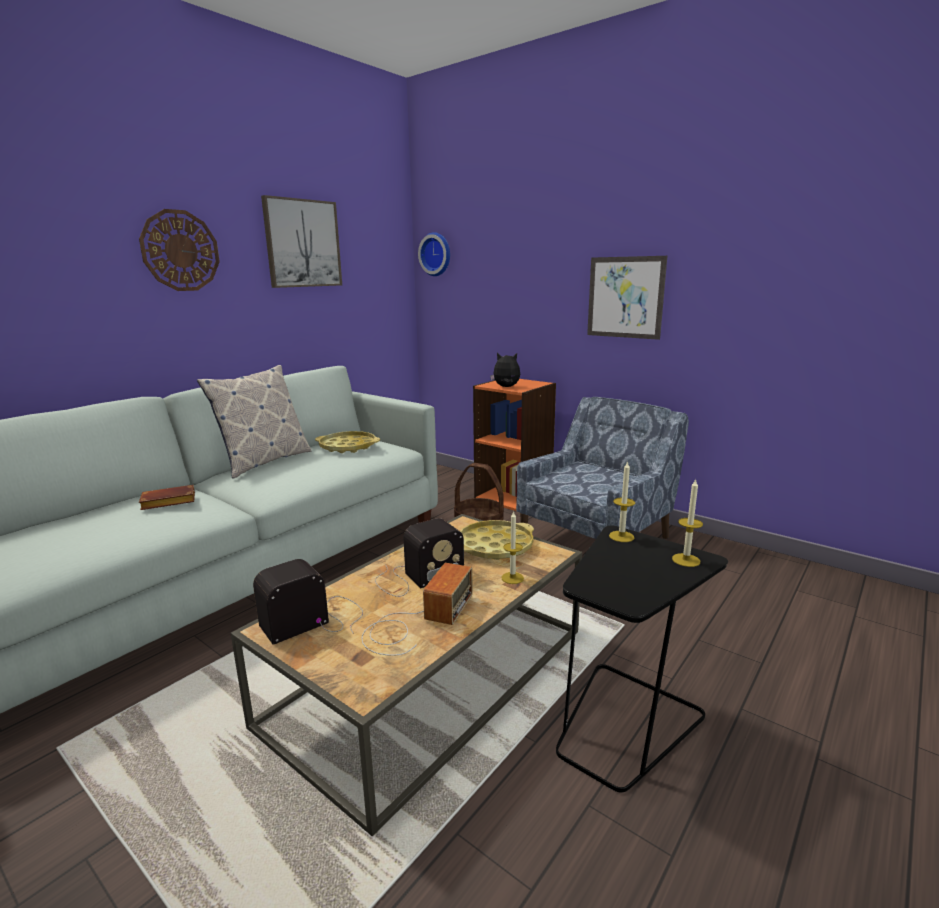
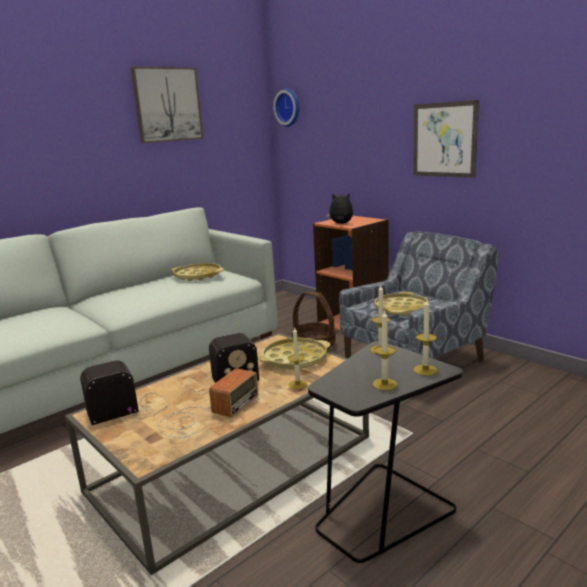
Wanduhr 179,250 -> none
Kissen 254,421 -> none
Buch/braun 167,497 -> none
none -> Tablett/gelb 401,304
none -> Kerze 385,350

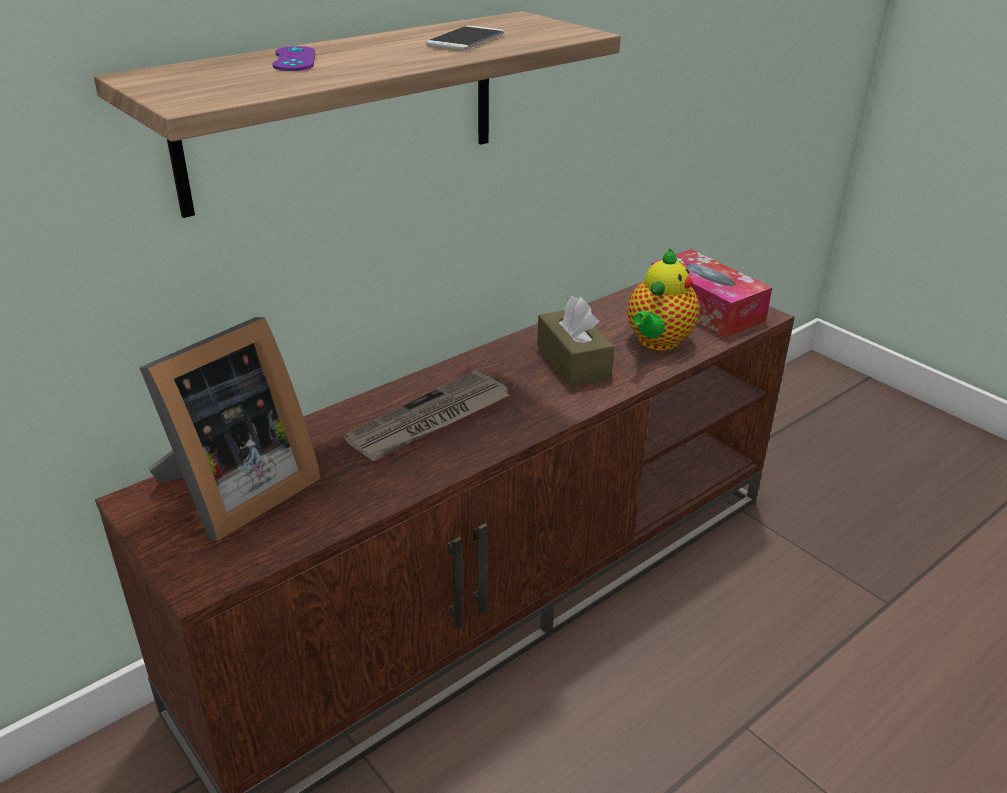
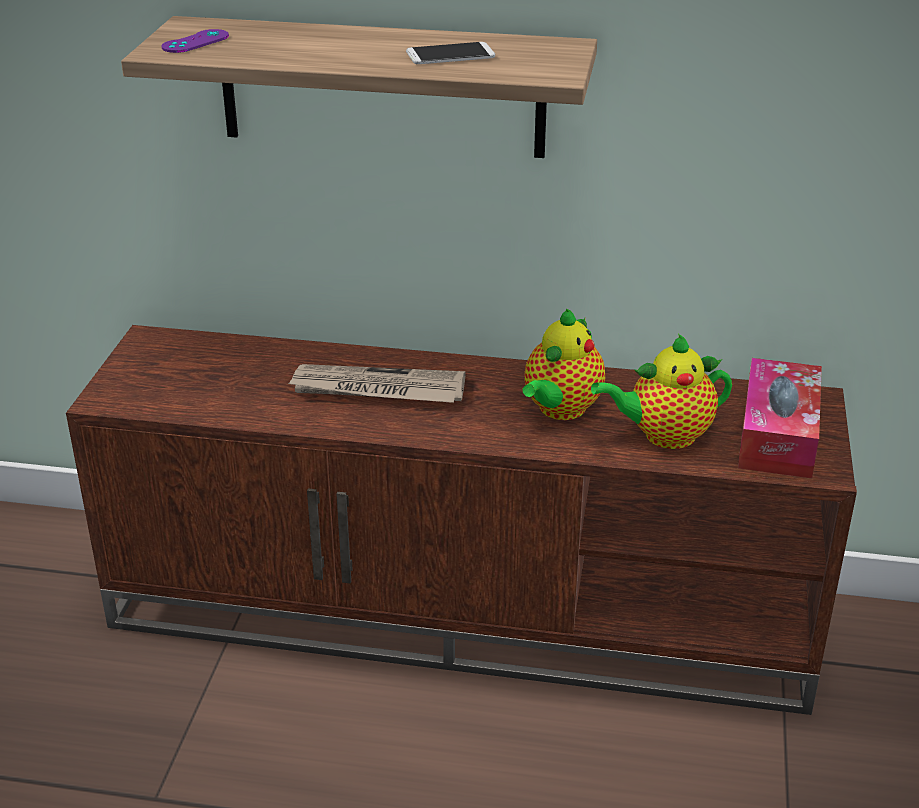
Gamepad/lila 294,58 -> Gamepad/lila 195,41, moved
Taschentuchbox/braun 575,341 -> Teekanne 563,364
Bilderrahmen 230,429 -> none

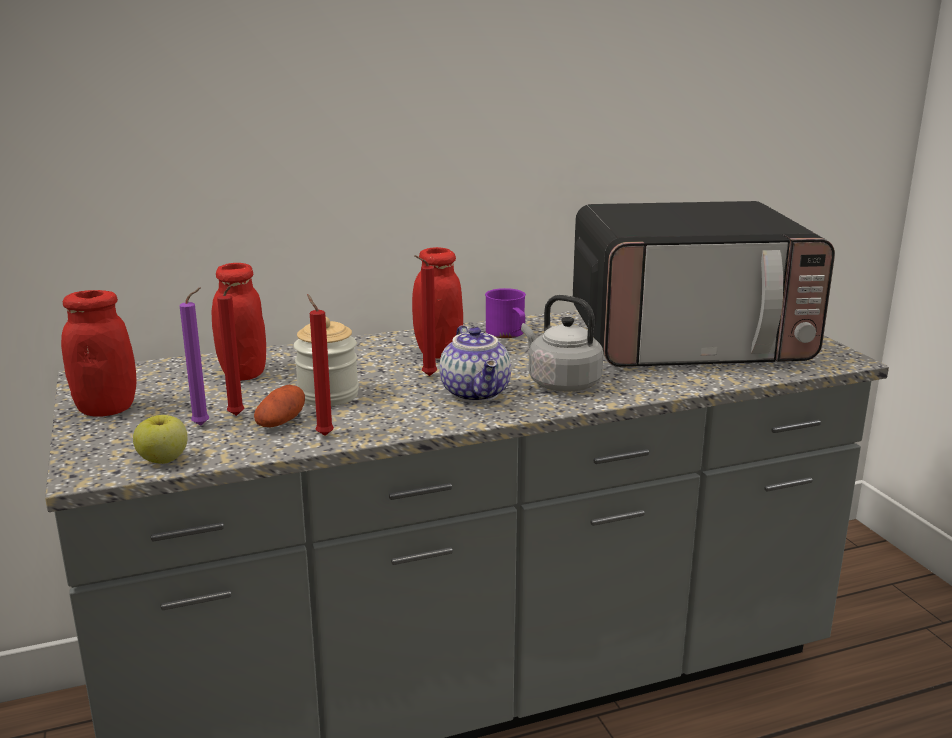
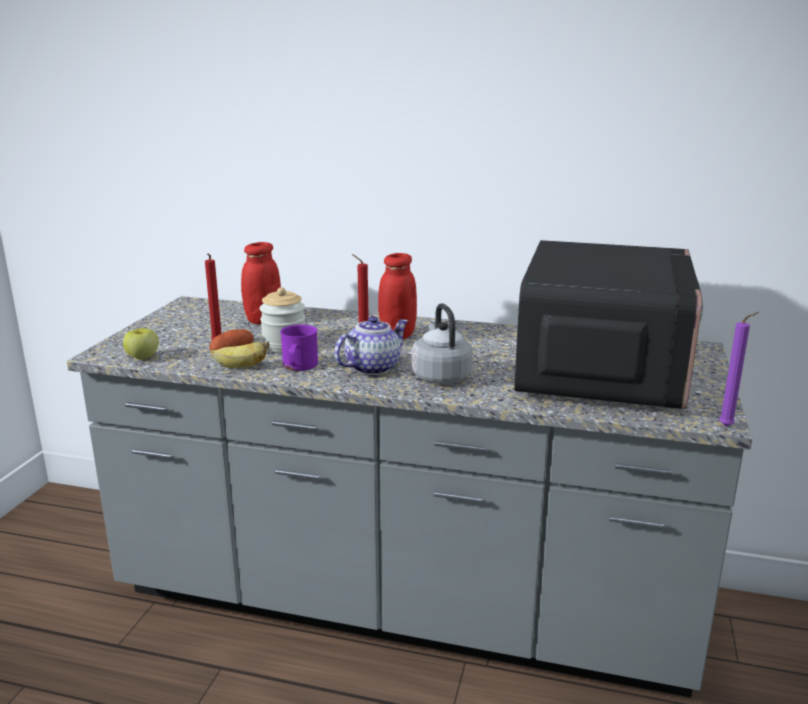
Mikrowelle 704,284 -> Mikrowelle 608,324, 105 degrees counterclockwise
Kerze/lila 194,356 -> Kerze/lila 739,369, moved
Henkelbecher/lila 505,313 -> Henkelbecher/lila 299,347, moved
Vorratsglas/rot 99,353 -> none
Kerze/rot 320,365 -> Banane 240,354
Teekanne 475,363 -> Teekanne 371,345, 150 degrees counterclockwise

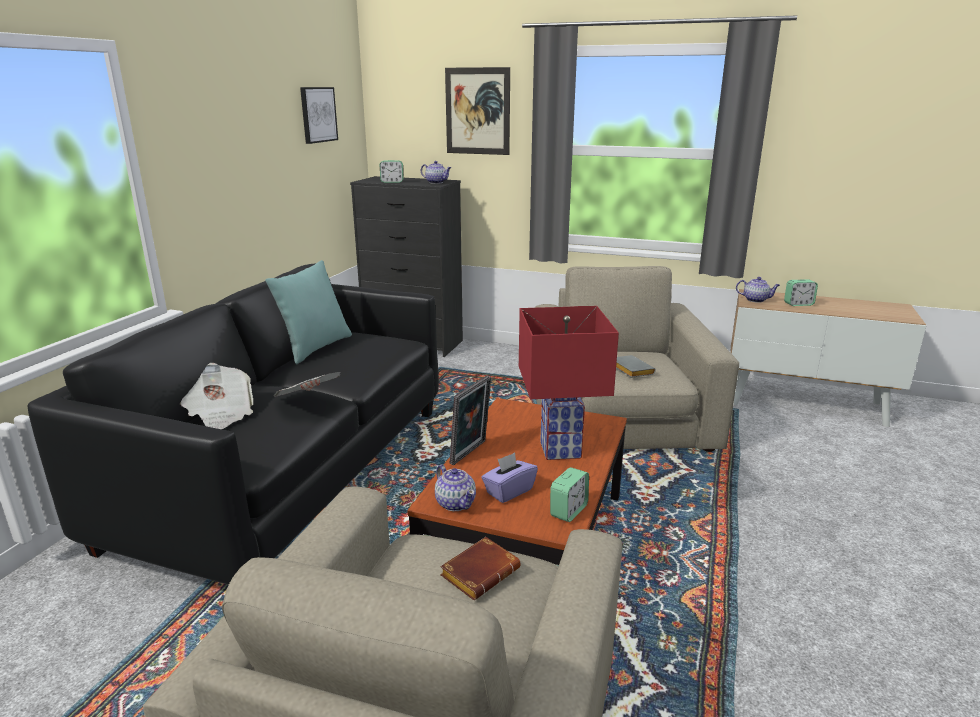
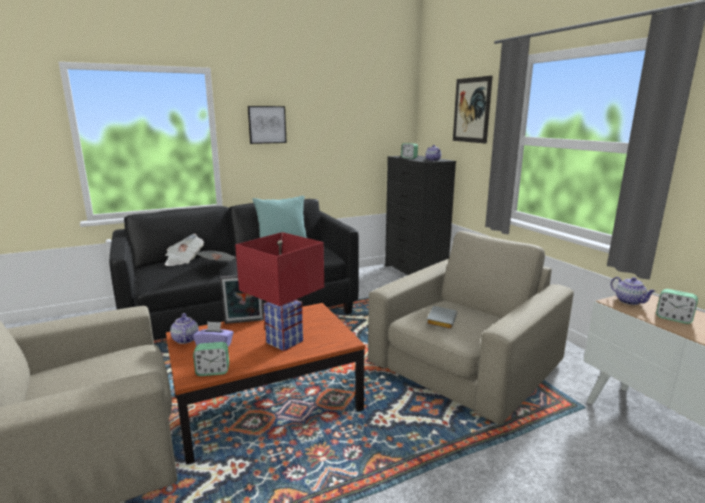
Bild 319,115 -> Bild 267,125, moved
Teekanne 455,487 -> Teekanne 184,328, 150 degrees clockwise
Buch/braun 480,568 -> none

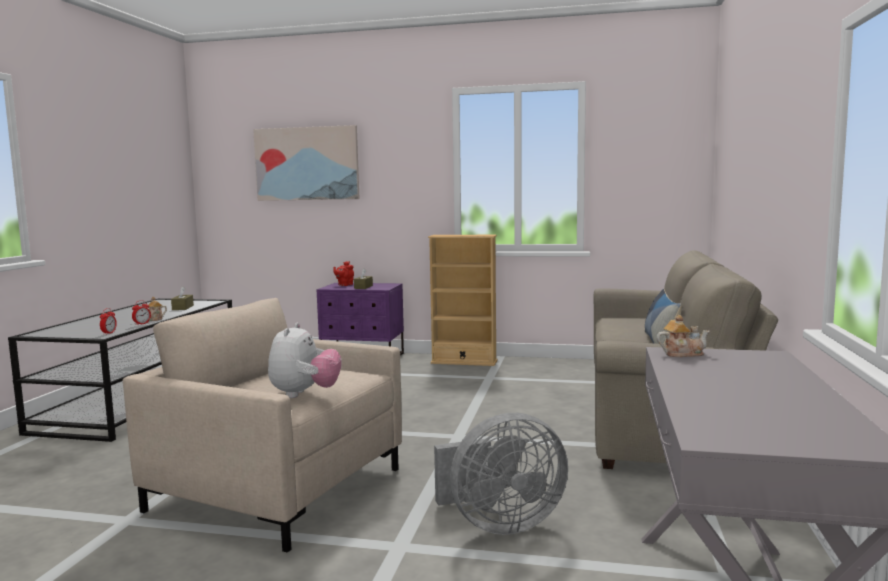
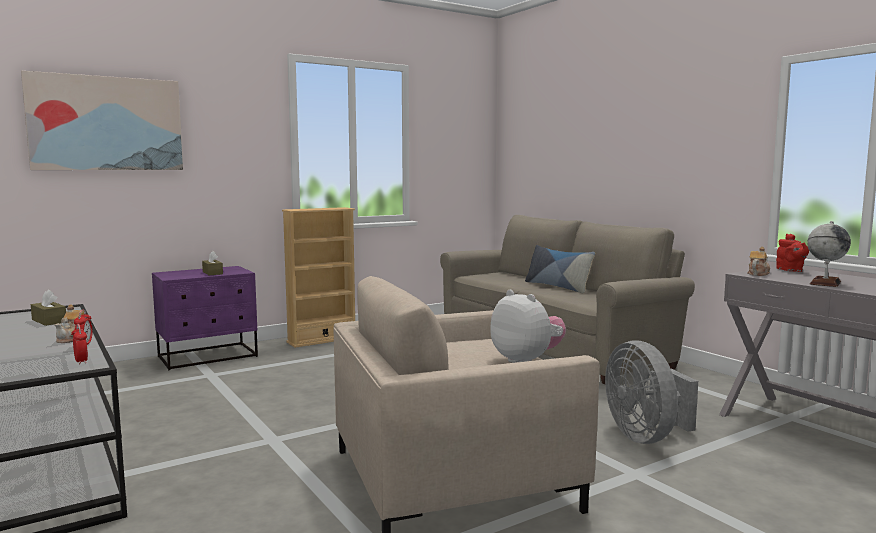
Teekanne/rot 343,273 -> Teekanne/rot 792,253, moved
Ventilator/grau 501,474 -> Ventilator/grau 651,392, 135 degrees clockwise
none -> Globus 829,254

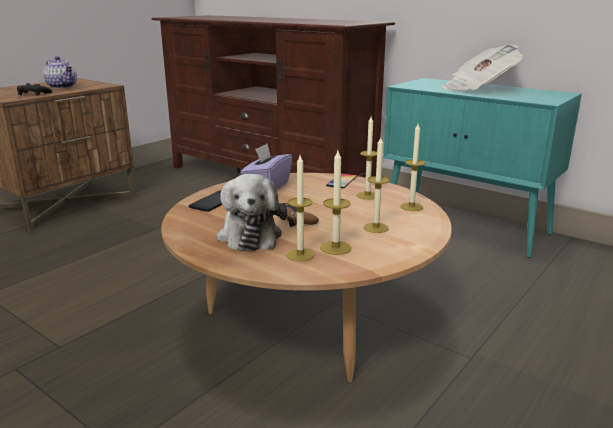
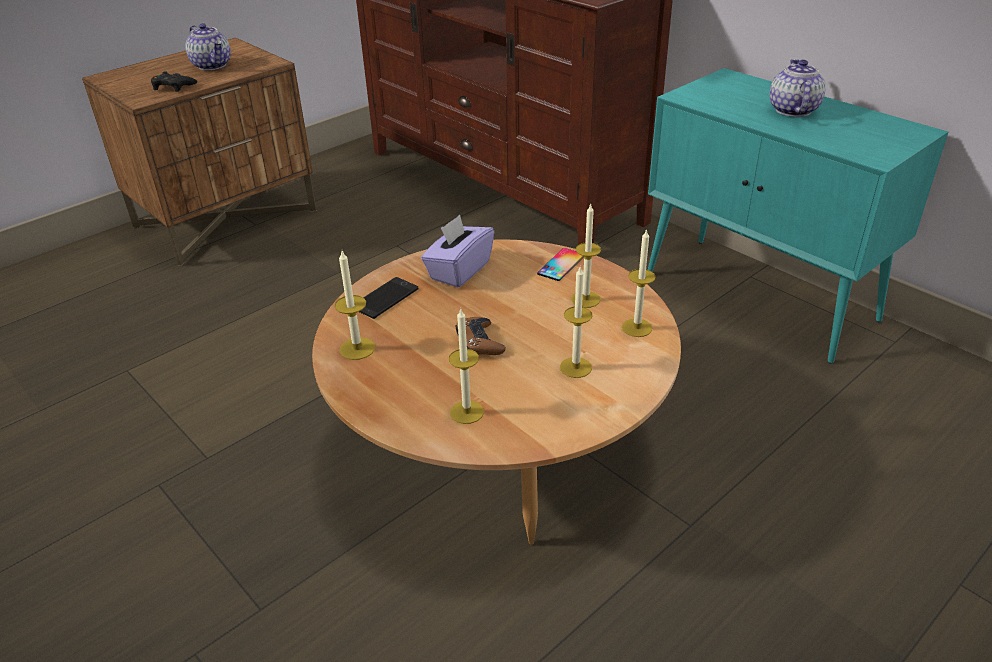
Zeitung 482,67 -> Teekanne 798,88
Kerze 336,203 -> Kerze 355,305, moved
Plüschtier 252,212 -> none

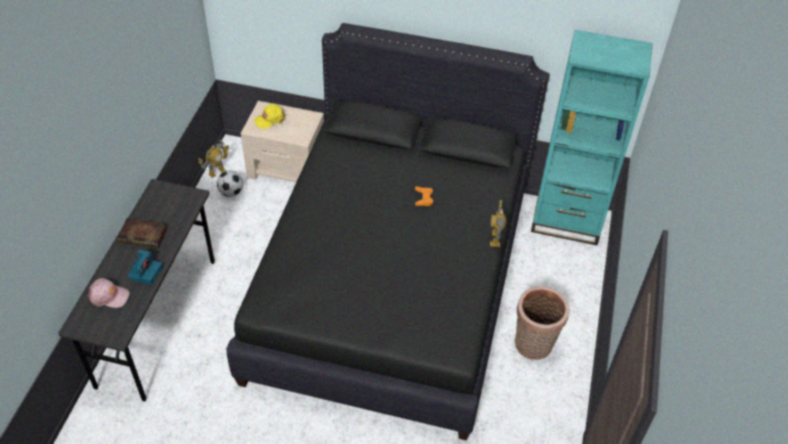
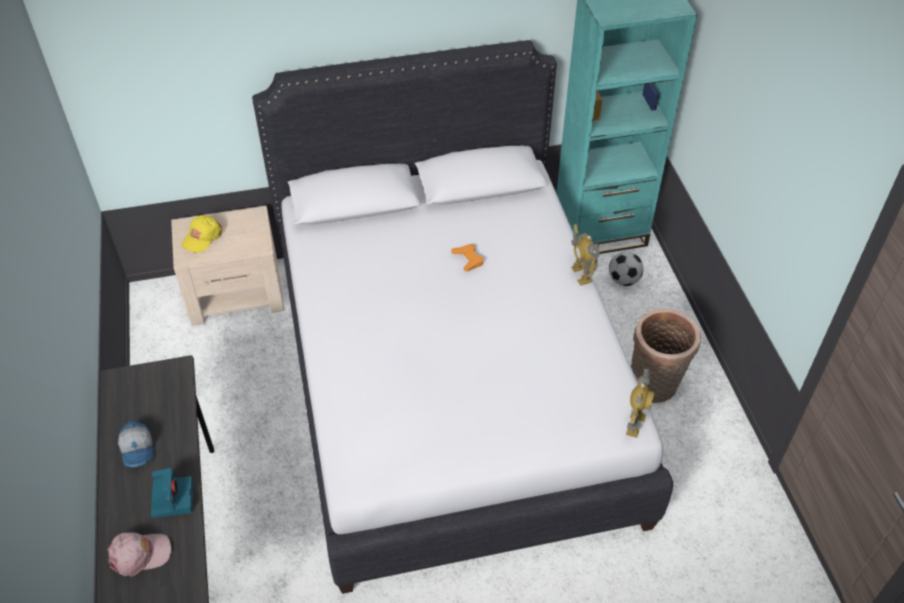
Bett/schwarz 388,232 -> Bett/weiß 462,317
Spielzeugroboter 213,159 -> Spielzeugroboter 640,403, moved
Fußball 230,183 -> Fußball 626,268, moved
Buch 142,233 -> Kappe 136,444

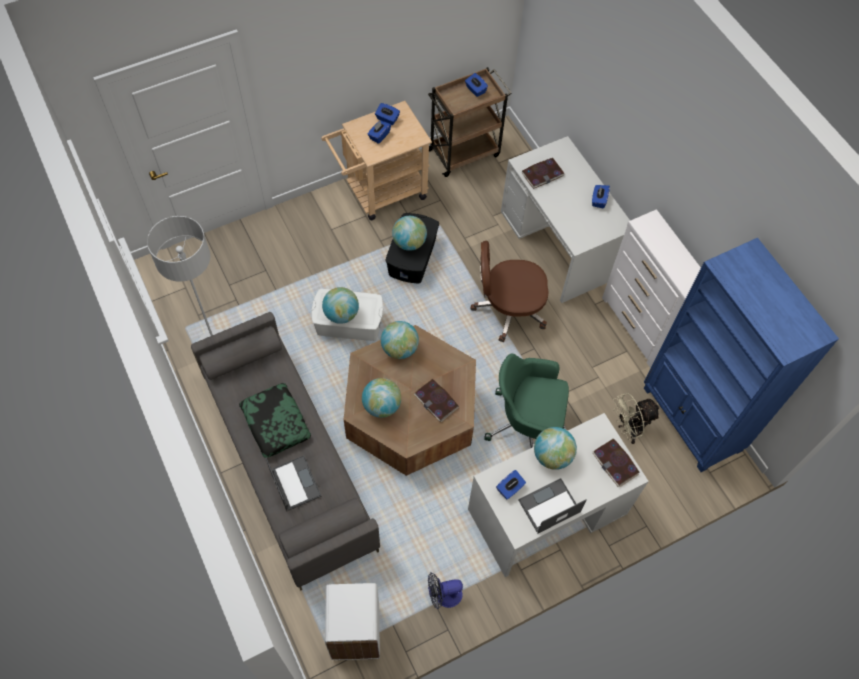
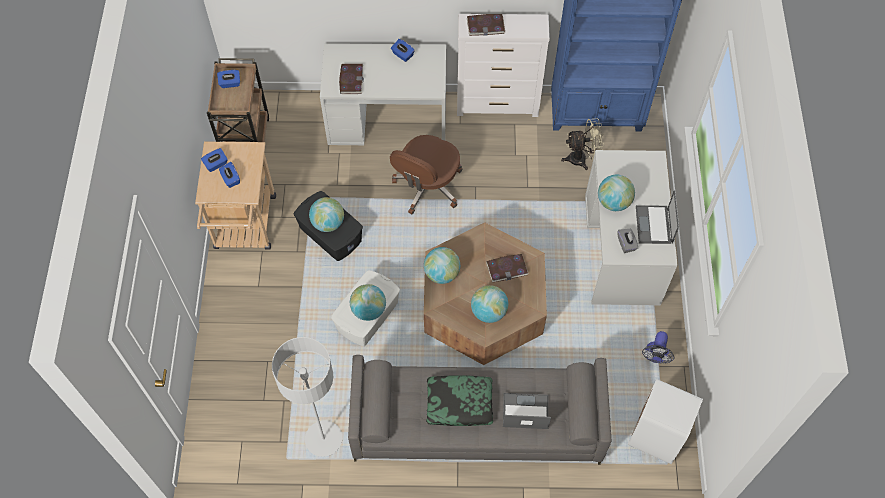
Bürostuhl/grün 526,400 -> none
Ventilator/beige 636,418 -> Ventilator/beige 582,144, 105 degrees counterclockwise
Buch 615,463 -> Buch 486,25, moved
Taschentuchbox/blau 511,484 -> Taschentuchbox/grau 628,241

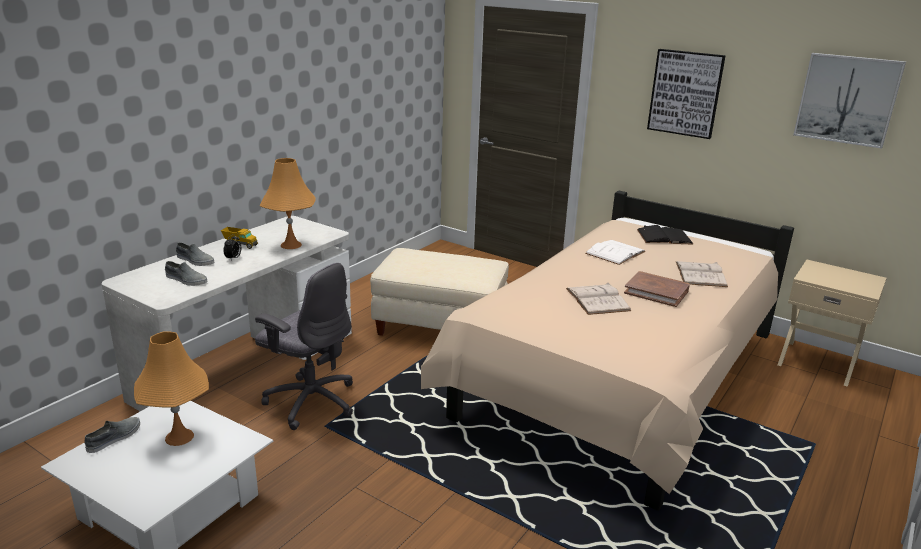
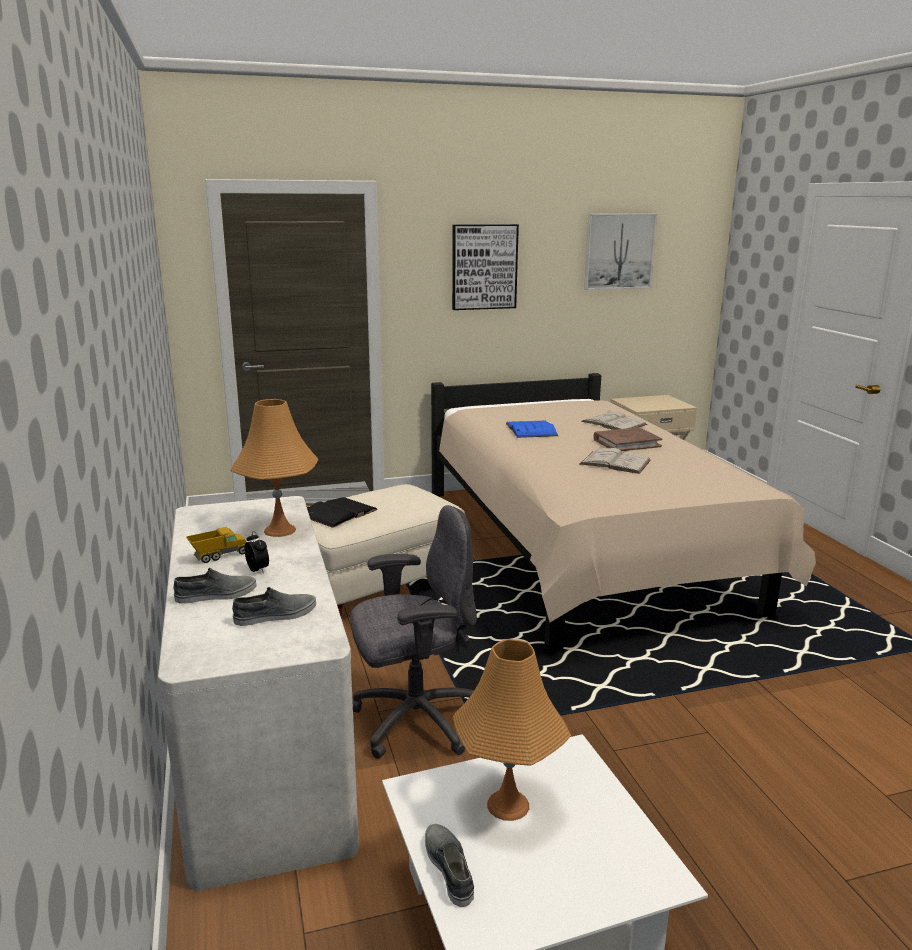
Buch/schwarz 665,235 -> Buch/schwarz 342,512, moved
Buch/weiß 615,252 -> Buch/blau 532,429

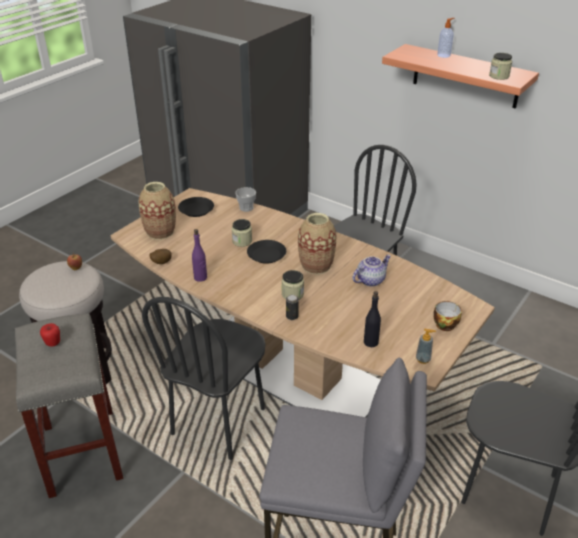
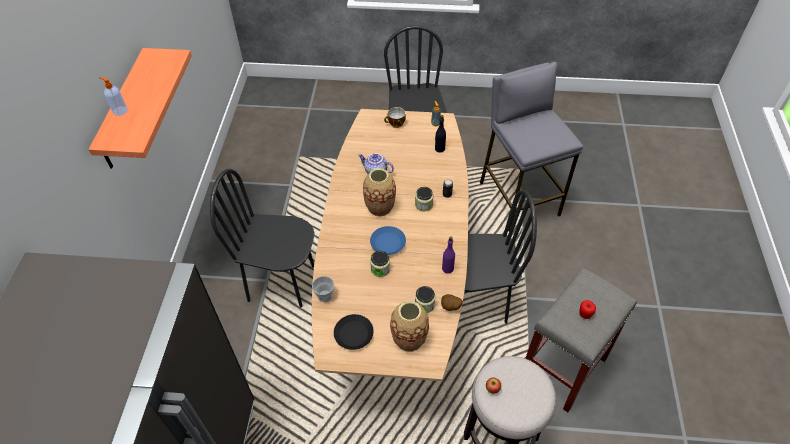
Vorratsglas 500,66 -> Vorratsglas 425,299, moved
Teller/schwarz 266,252 -> Teller/blau 388,240

